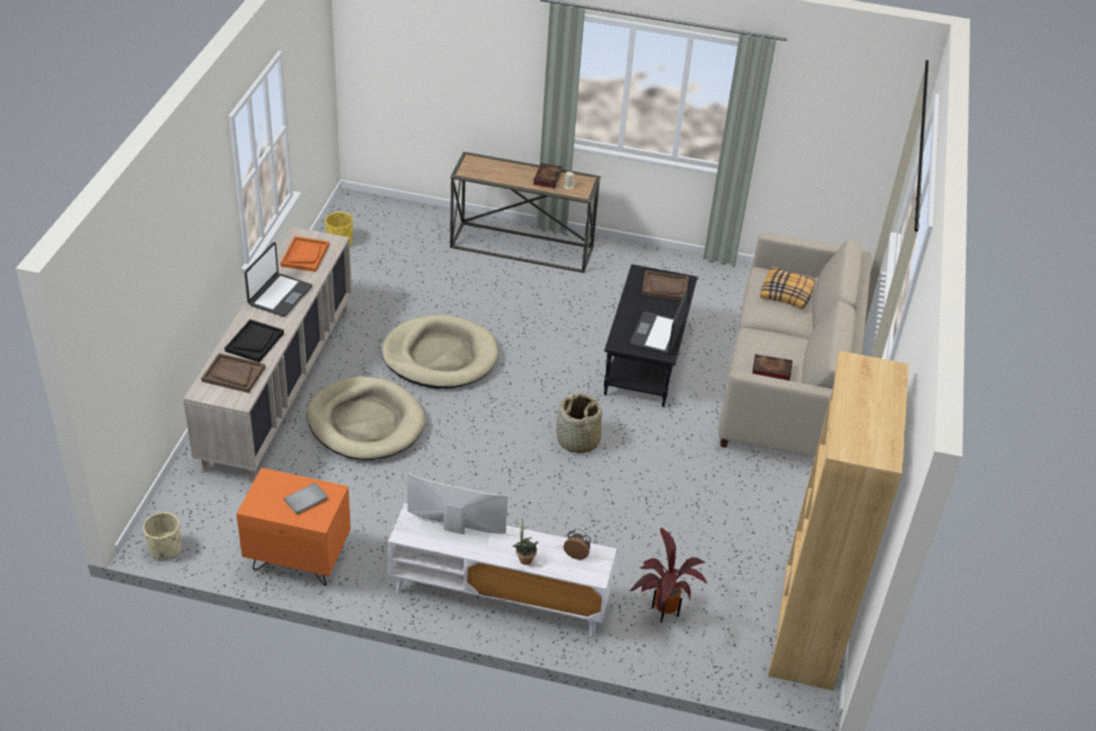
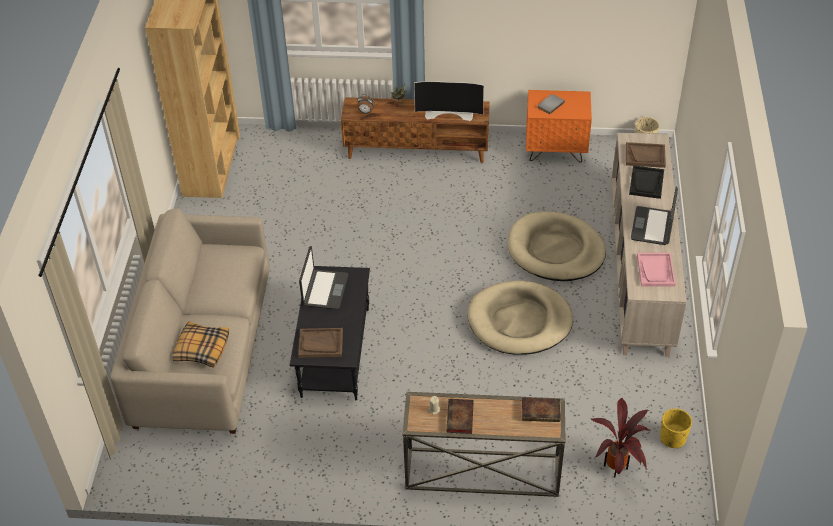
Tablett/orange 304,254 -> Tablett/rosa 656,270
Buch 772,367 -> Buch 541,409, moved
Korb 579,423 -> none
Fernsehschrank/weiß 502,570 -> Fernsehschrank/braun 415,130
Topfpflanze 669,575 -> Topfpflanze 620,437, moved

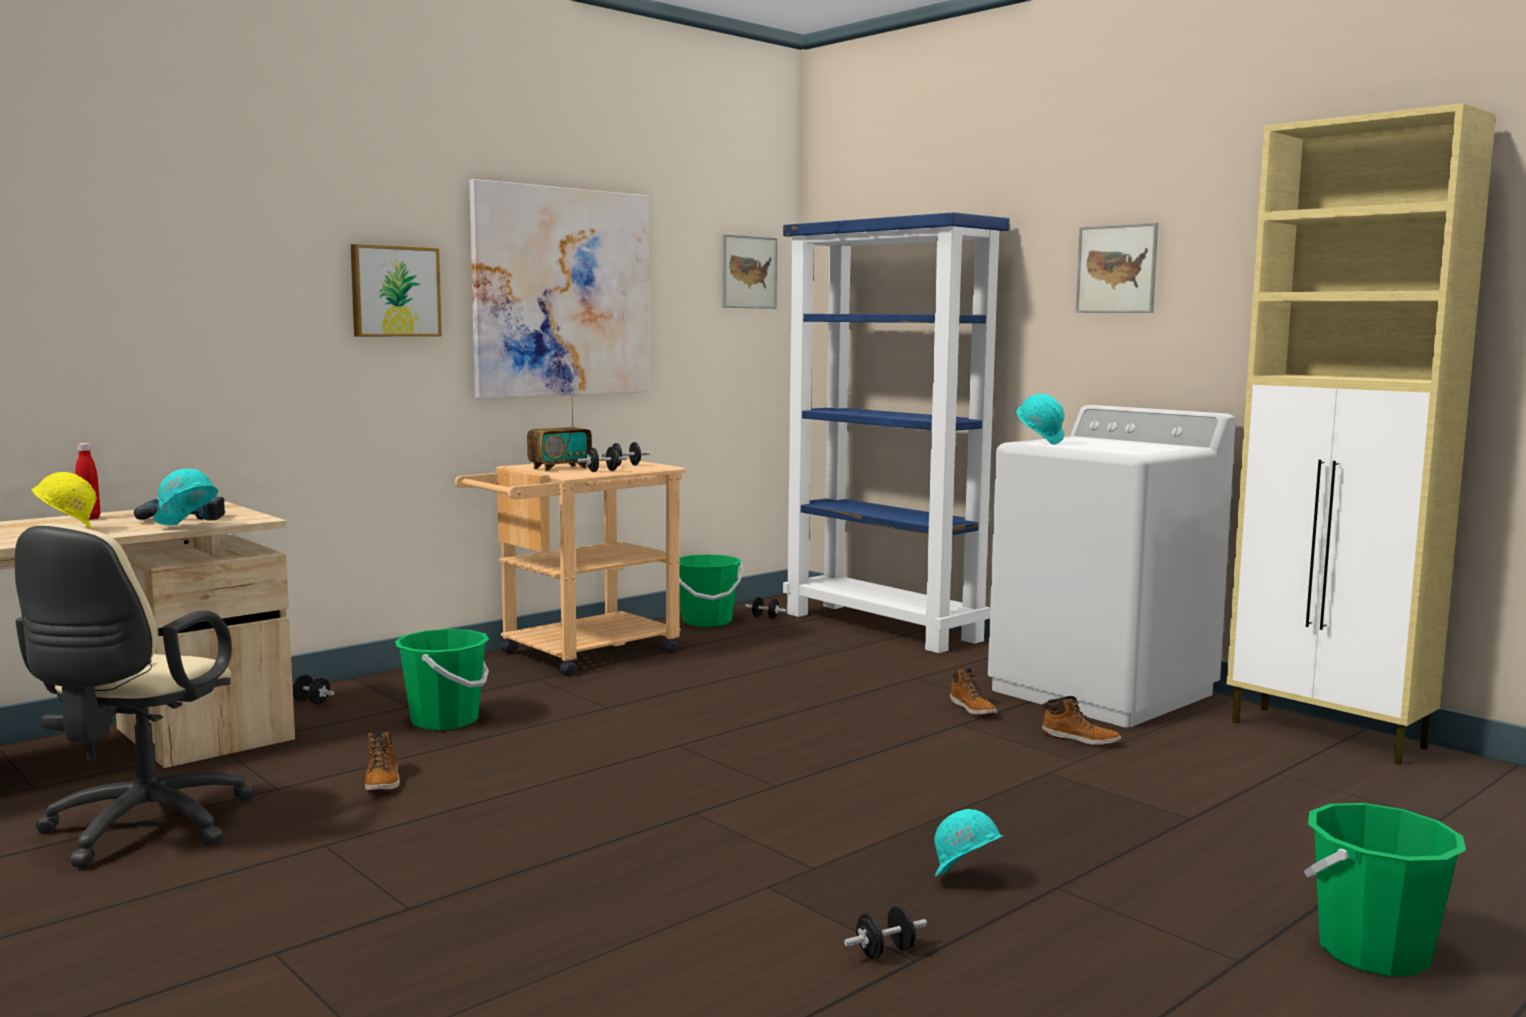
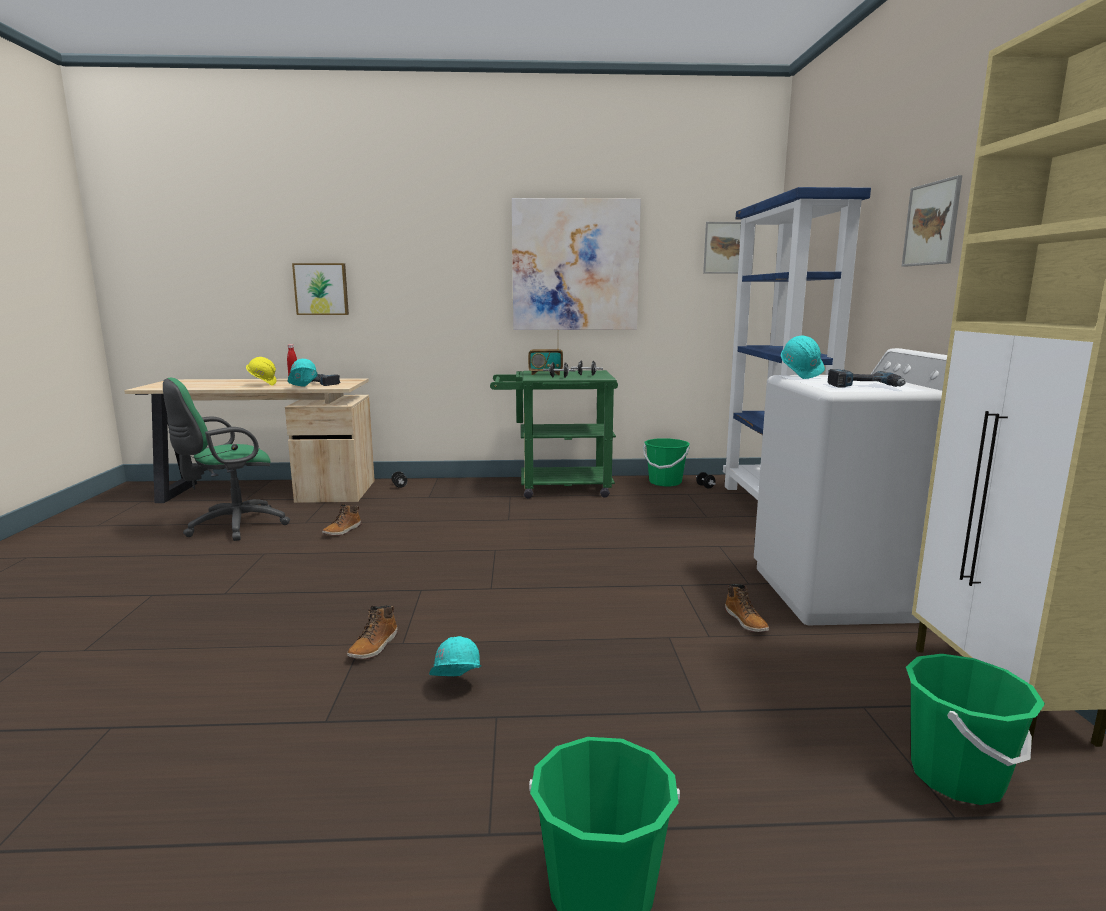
Bild 396,290 -> Bild 320,289, moved
Rollwagen/beige 570,568 -> Rollwagen/grün 554,434
Bürostuhl/beige 135,695 -> Bürostuhl/grün 226,459
Eimer/grün 442,680 -> Eimer/grün 975,729, moved
Stiefel 973,691 -> Stiefel 372,632, moved
Hantel/schwarz 885,932 -> none
none -> Bohrmaschine 866,378

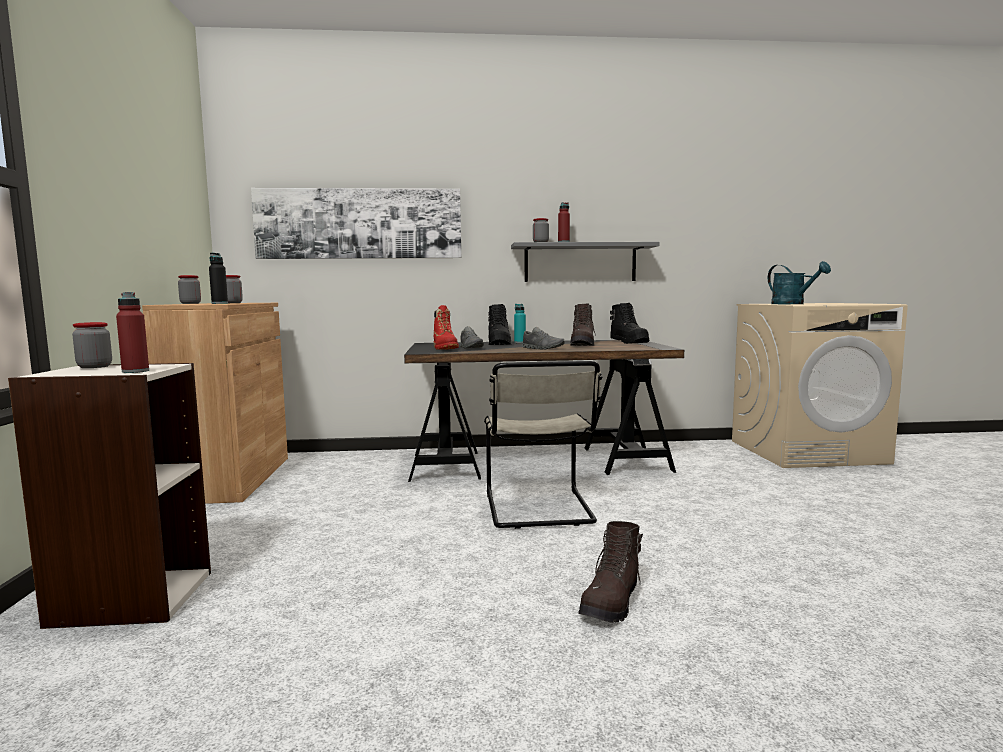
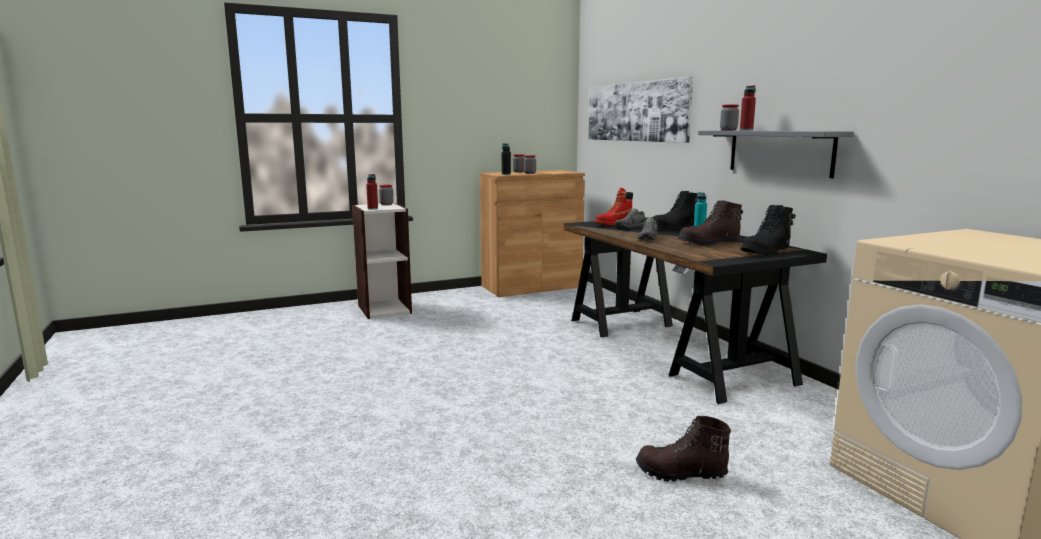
Gießkanne/türkis 799,282 -> none
Stuhl/beige 543,445 -> none
Stiefel/braun 610,572 -> Stiefel/braun 683,449, moved

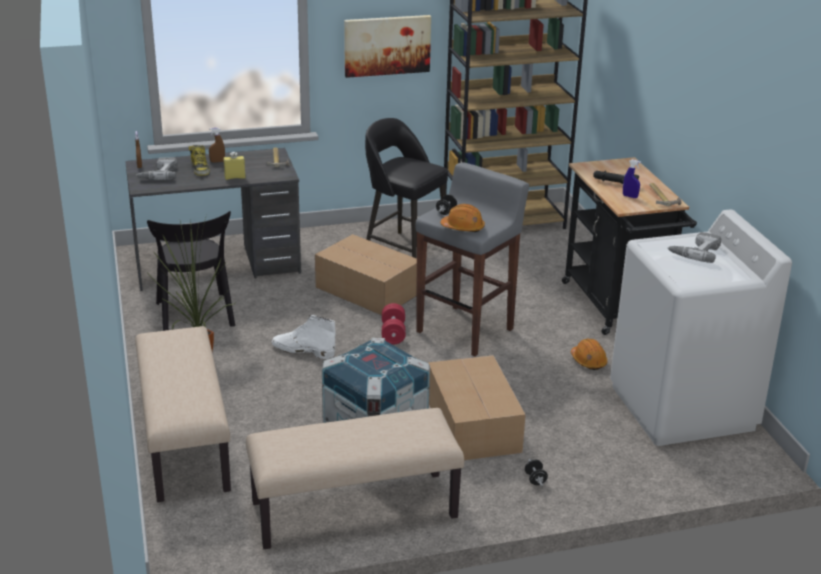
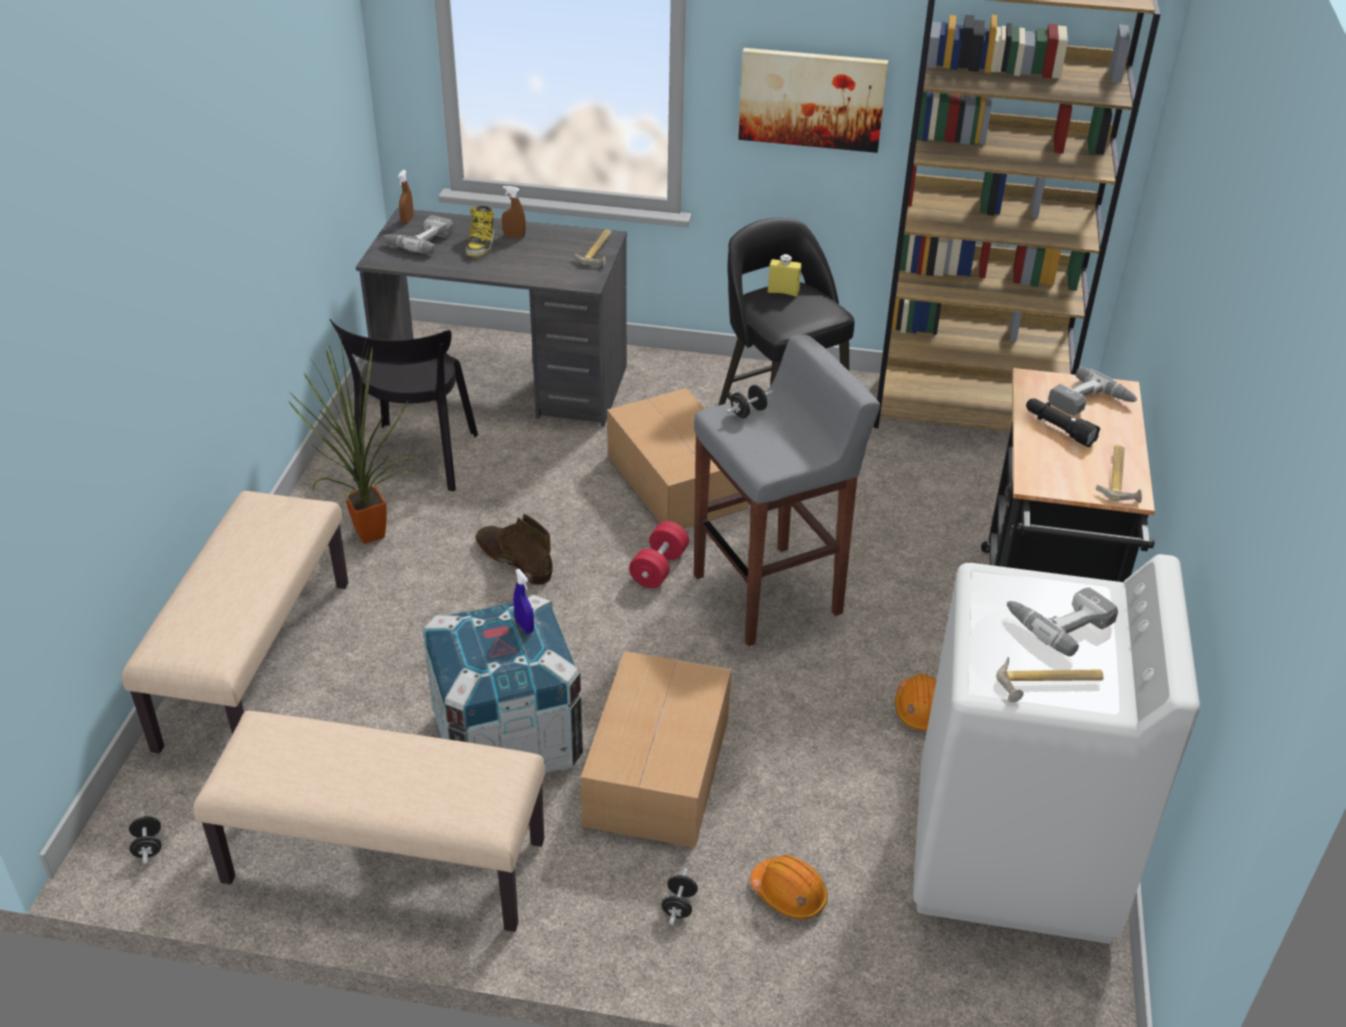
Flasche/gelb 234,166 -> Flasche/gelb 784,275, moved
Sprühflasche/blau 632,178 -> Sprühflasche/blau 524,601, moved
Schutzhelm/orange 462,218 -> Schutzhelm/orange 789,887, moved
Stiefel/weiß 304,337 -> Stiefel/braun 514,549
none -> Bohrmaschine 1092,391
none -> Hammer 1049,679
none -> Hantel/schwarz 145,837

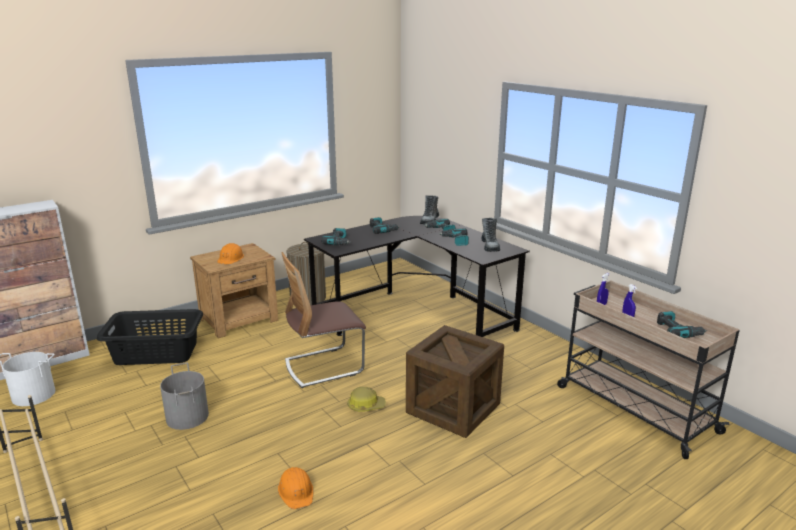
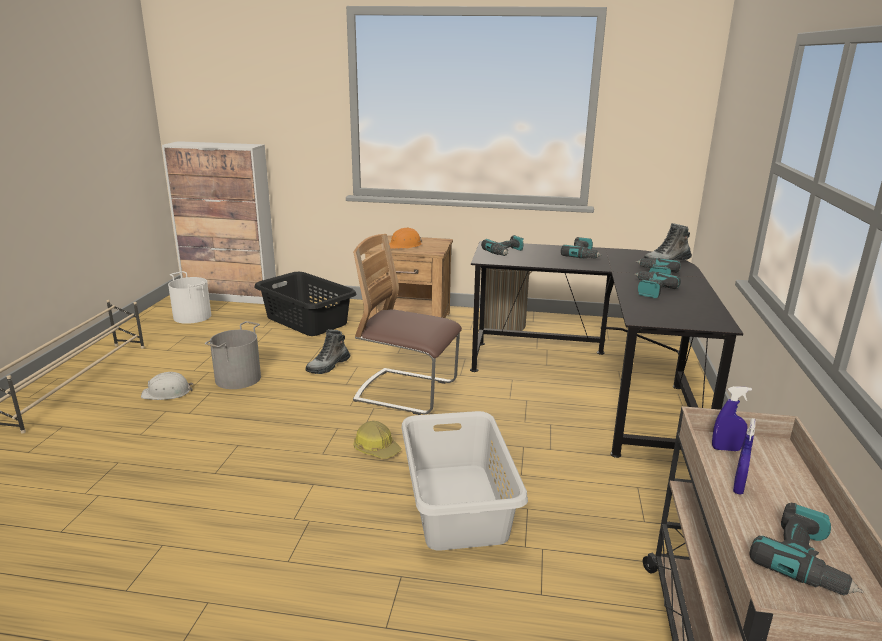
Stiefel 490,235 -> Stiefel 328,351, moved
Kiste 455,381 -> Wäschekorb/grau 464,481
Schutzhelm/orange 296,488 -> none
none -> Schutzhelm/weiß 167,386

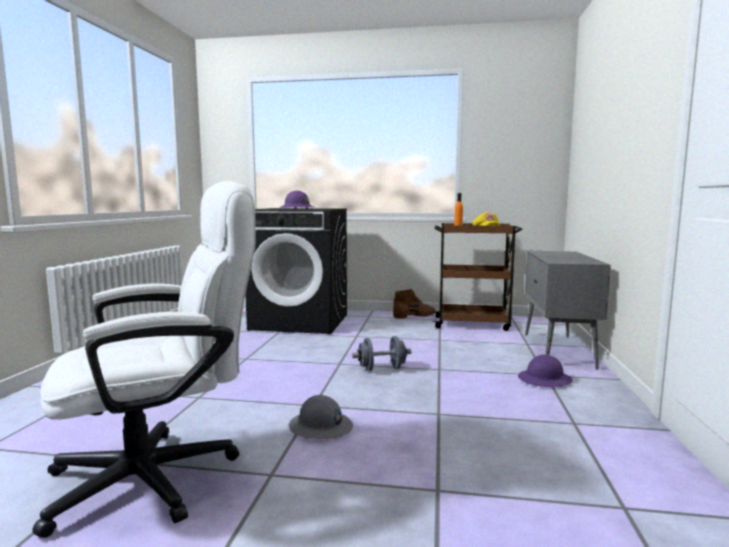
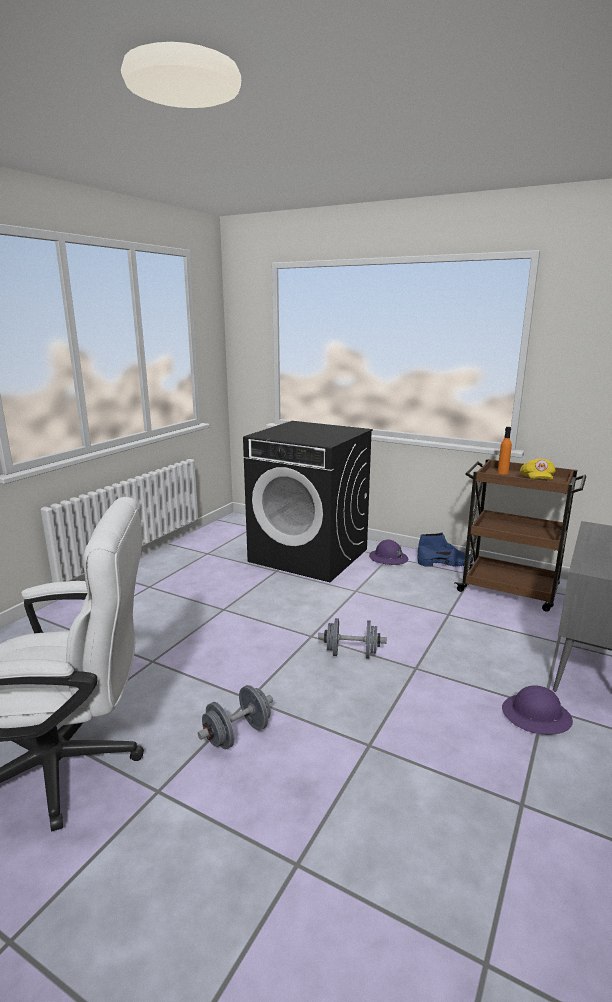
Schutzhelm/lila 296,199 -> Schutzhelm/lila 388,552, moved
Stiefel/braun 414,304 -> Stiefel/blau 445,549
Schutzhelm/grau 321,417 -> Hantel/grau 235,717

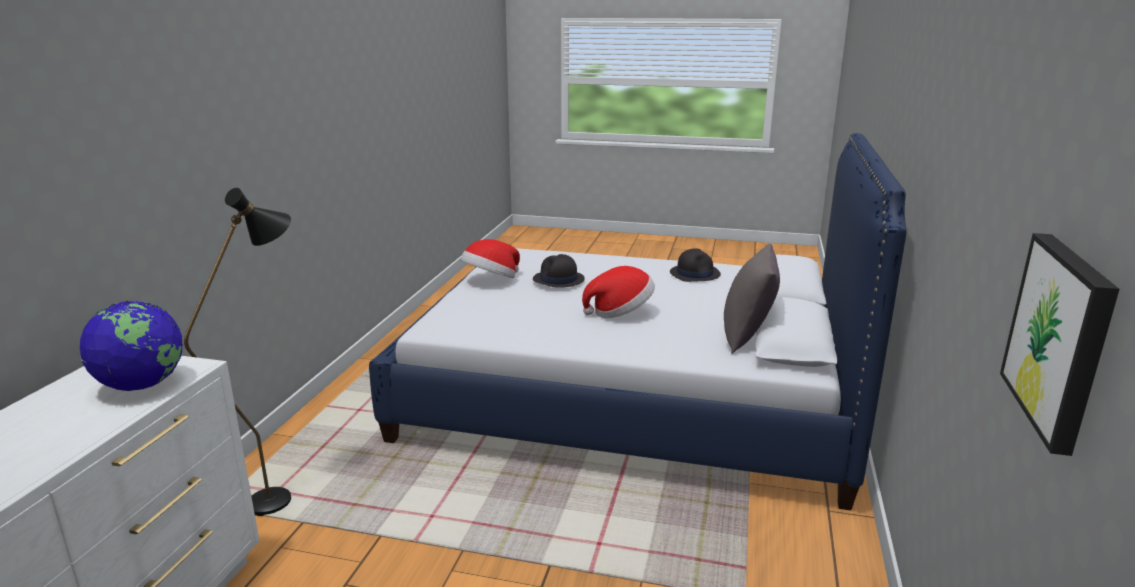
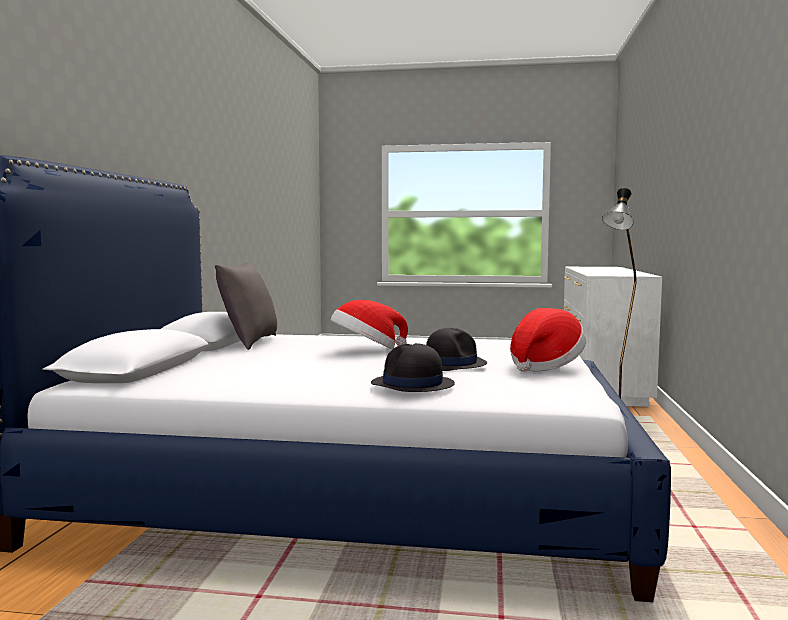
Bild 1059,344 -> none
Hut/schwarz 695,265 -> Hut/schwarz 413,367, moved
Globus 131,346 -> none

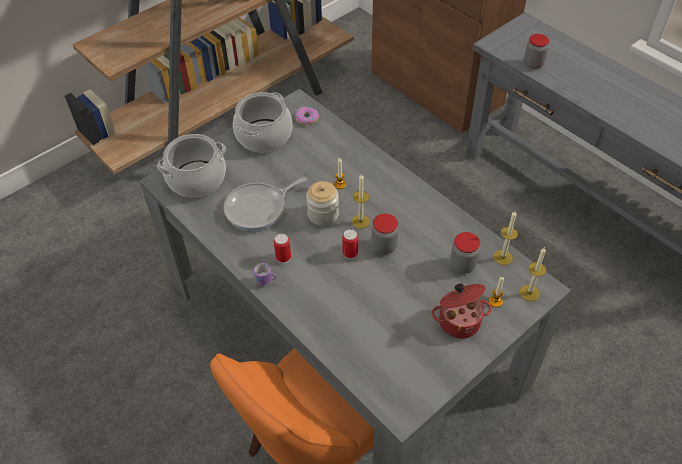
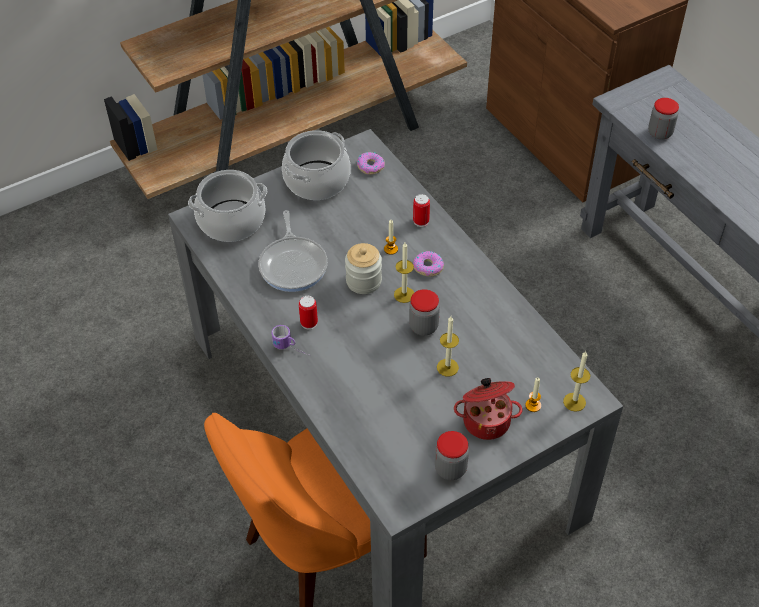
Pfanne 265,204 -> Pfanne 293,251, 75 degrees counterclockwise
Kerze 505,238 -> Kerze 448,347, moved
Dose 350,244 -> Dose 421,210, moved
Vorratsglas 465,253 -> Vorratsglas 452,455, moved
none -> Donut 428,264

